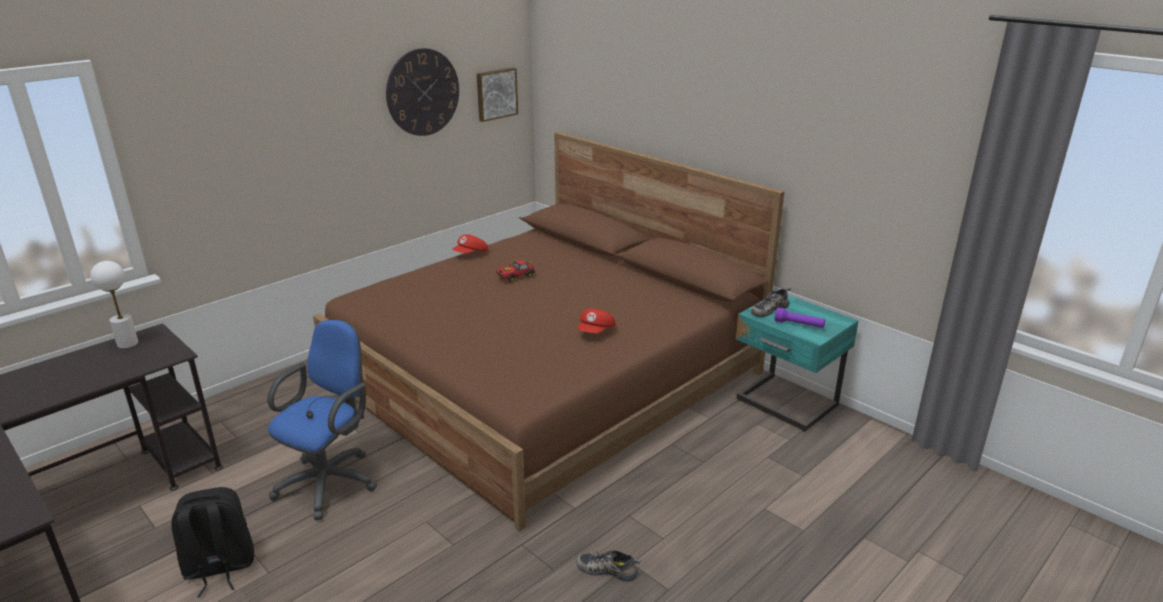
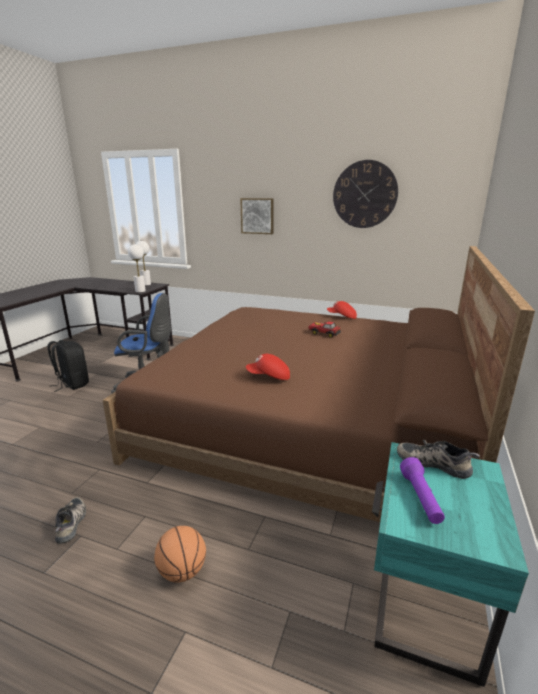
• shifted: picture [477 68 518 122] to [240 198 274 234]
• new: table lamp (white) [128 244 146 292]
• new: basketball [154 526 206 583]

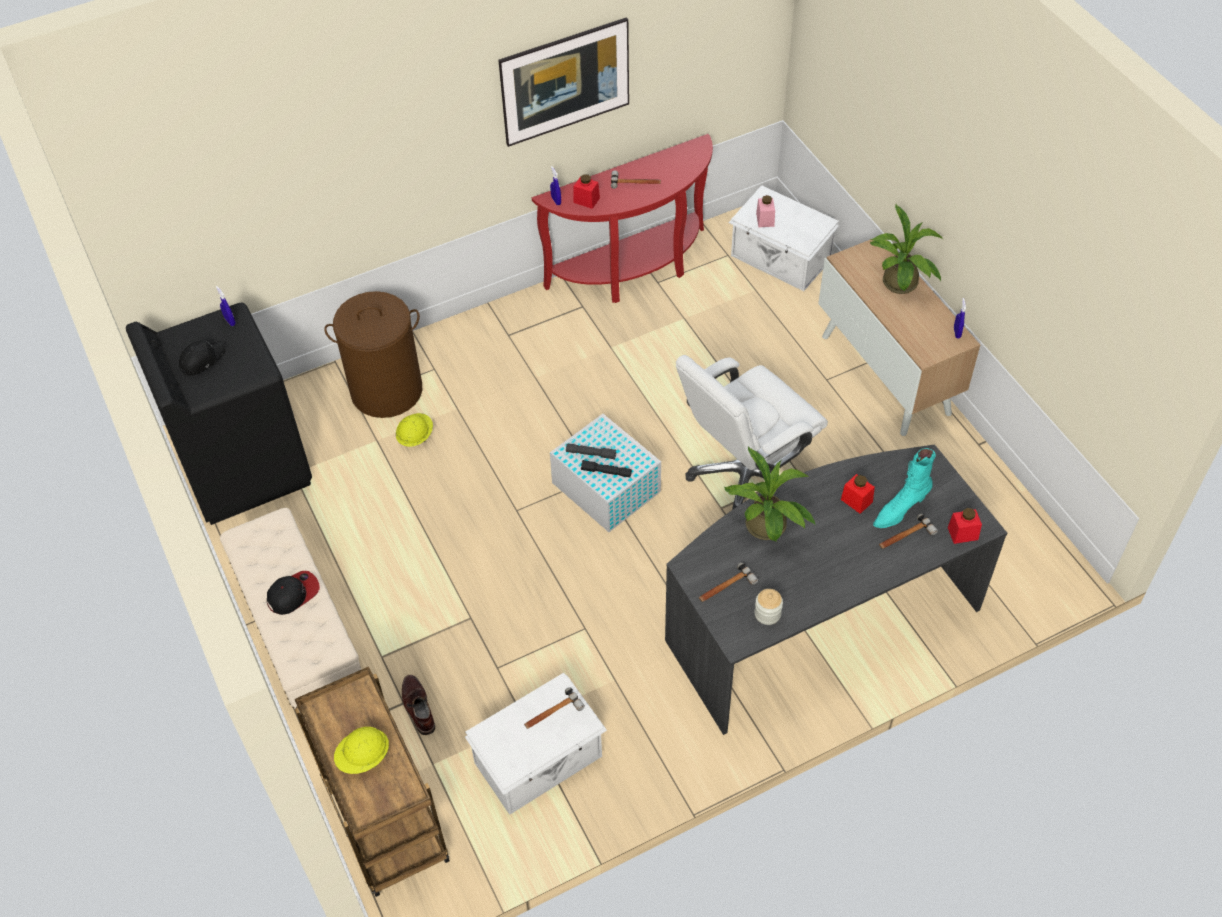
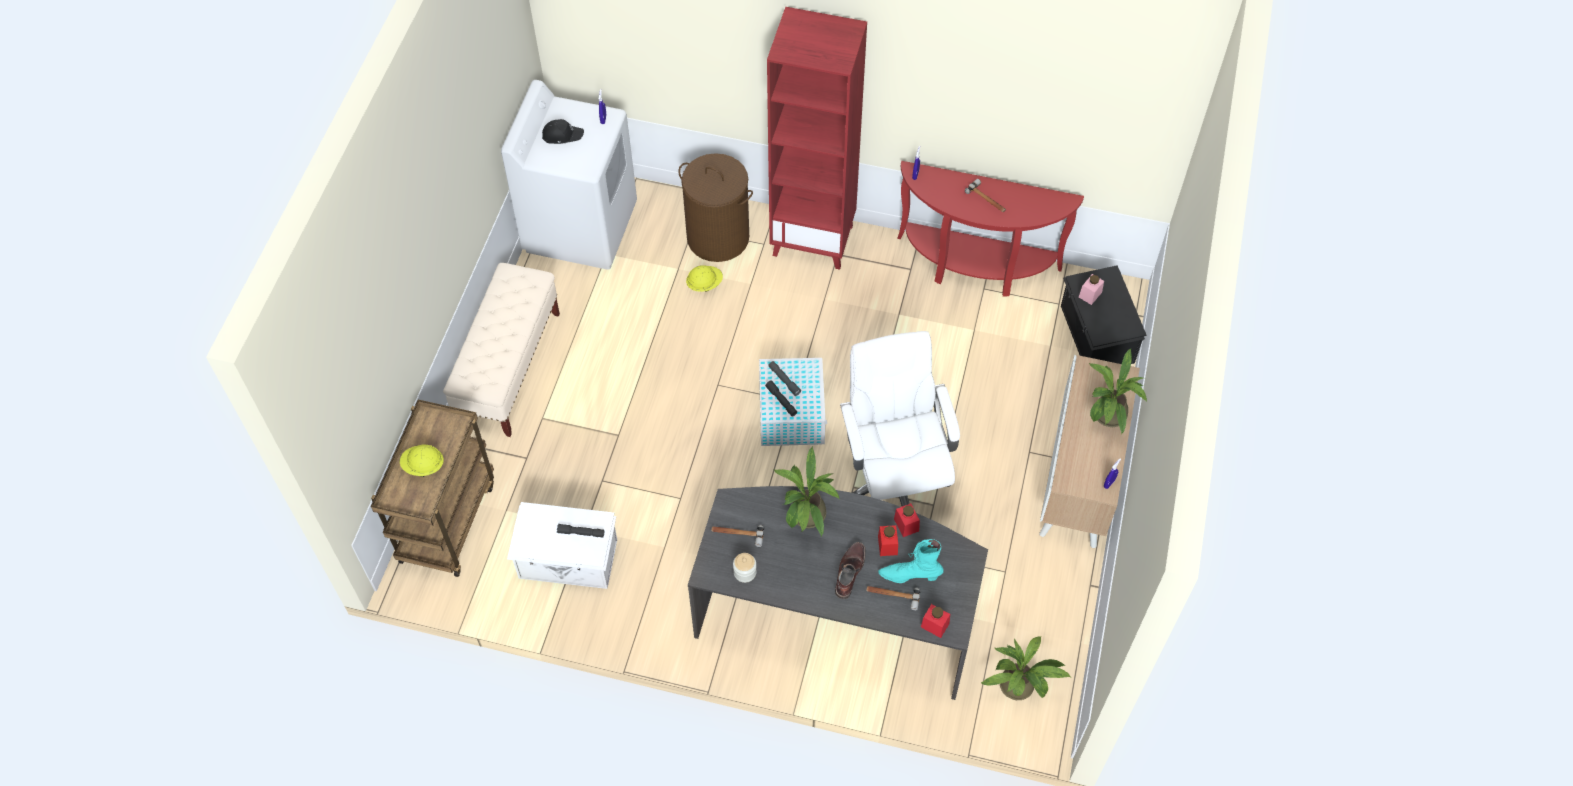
• repainted: washing machine (black) [126 302 312 525] to washing machine (white) [501 80 637 270]
• gone: cap [267 571 320 615]
• shifted: boot (brown) [402 675 435 735] to [835 542 866 599]
• gone: picture [498 17 629 147]
• swapped: hammer [524 687 585 729] to flashlight (black) [557 524 604 537]
• shifted: jar (red) [573 174 600 209] to [894 503 920 537]
• rotated: office chair (white) [676 355 828 510] = [840 331 960 506] 75 degrees clockwise
• repainted: storage box (white) [728 185 839 291] to storage box (black) [1061 265 1146 364]
• new: bookcase (red) [767 7 867 270]
• new: potted plant [980 637 1070 700]

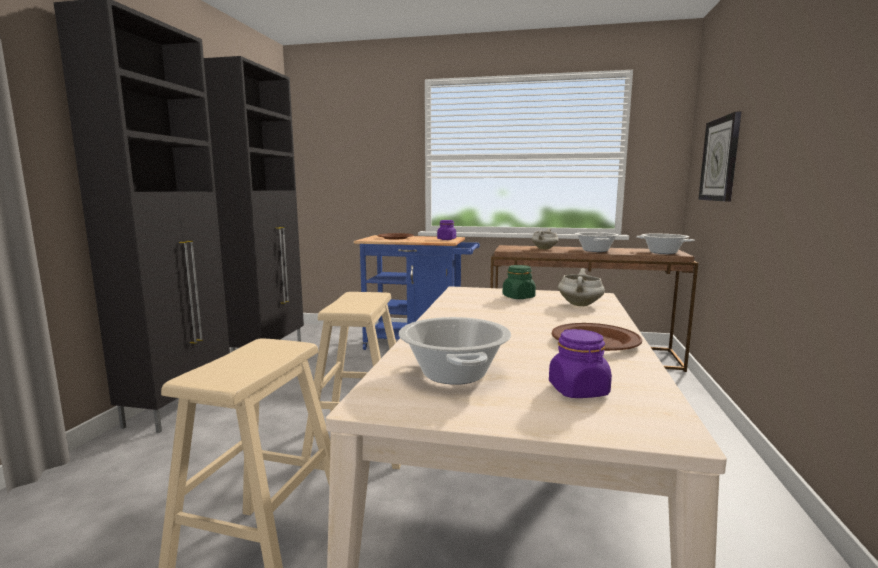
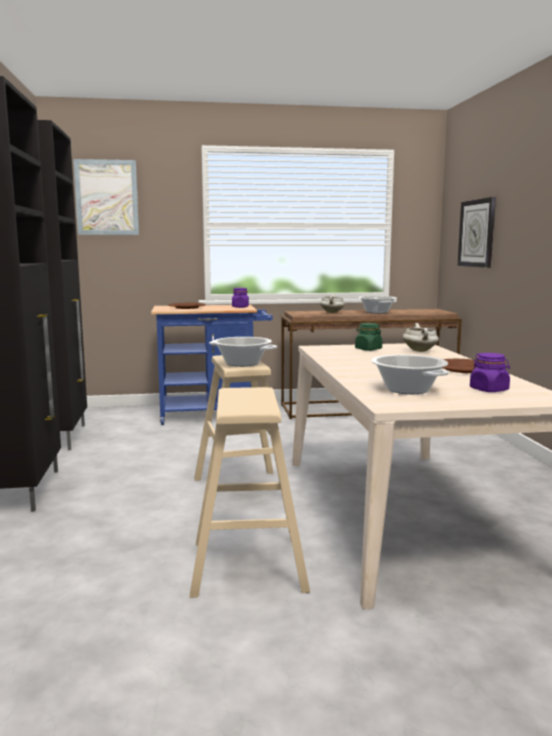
• shifted: cooking pot [636 234 695 254] to [209 337 277 367]
• new: picture [73 159 139 235]

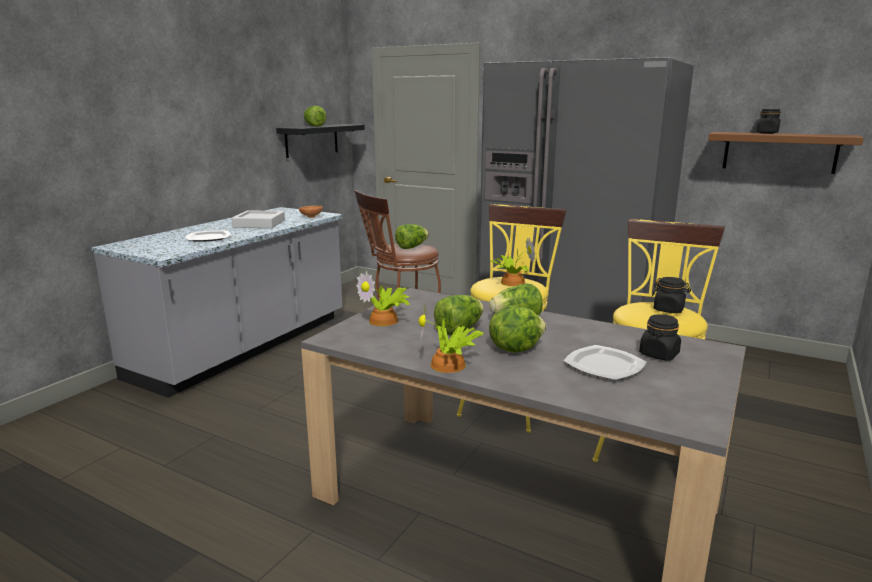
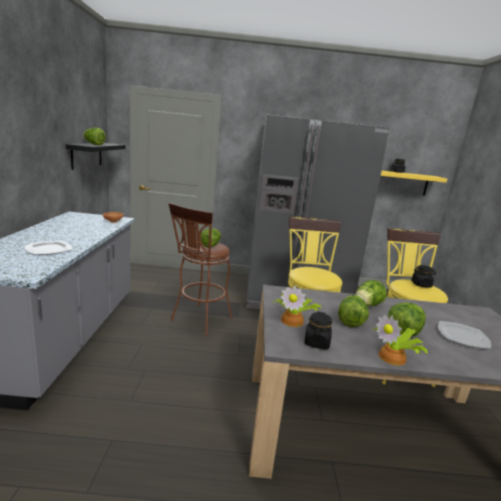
• gone: tray (grey) [231 210 285 228]
• gone: potted plant [491 237 535 286]
• shifted: jar (black) [639 314 681 361] to [304 312 332 349]
• repainted: shelf (brown) [708 132 864 174] to shelf (yellow) [381 171 447 196]

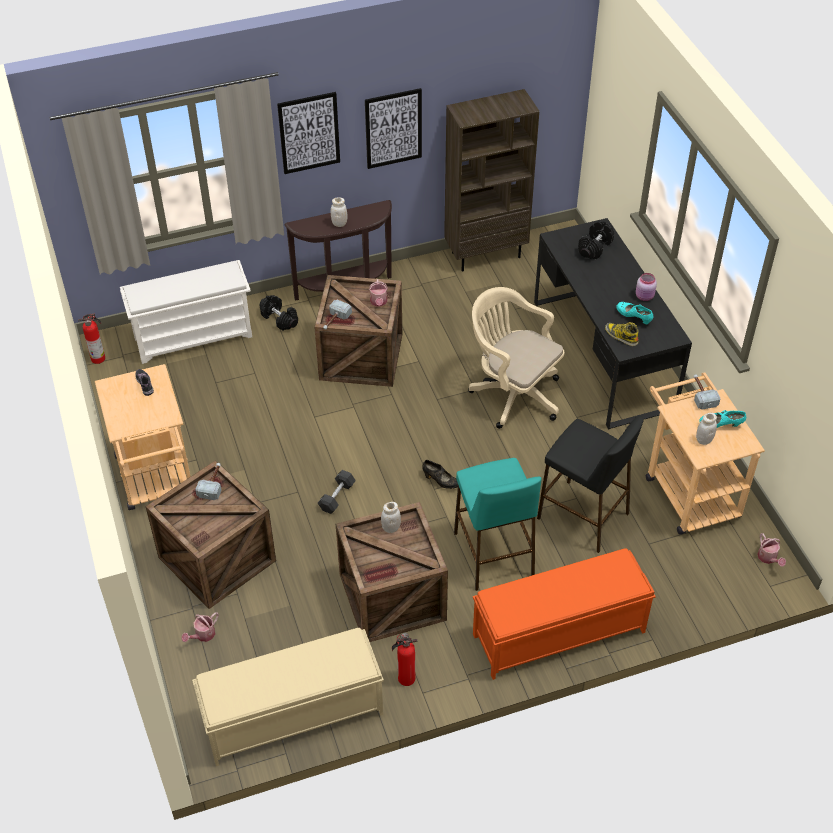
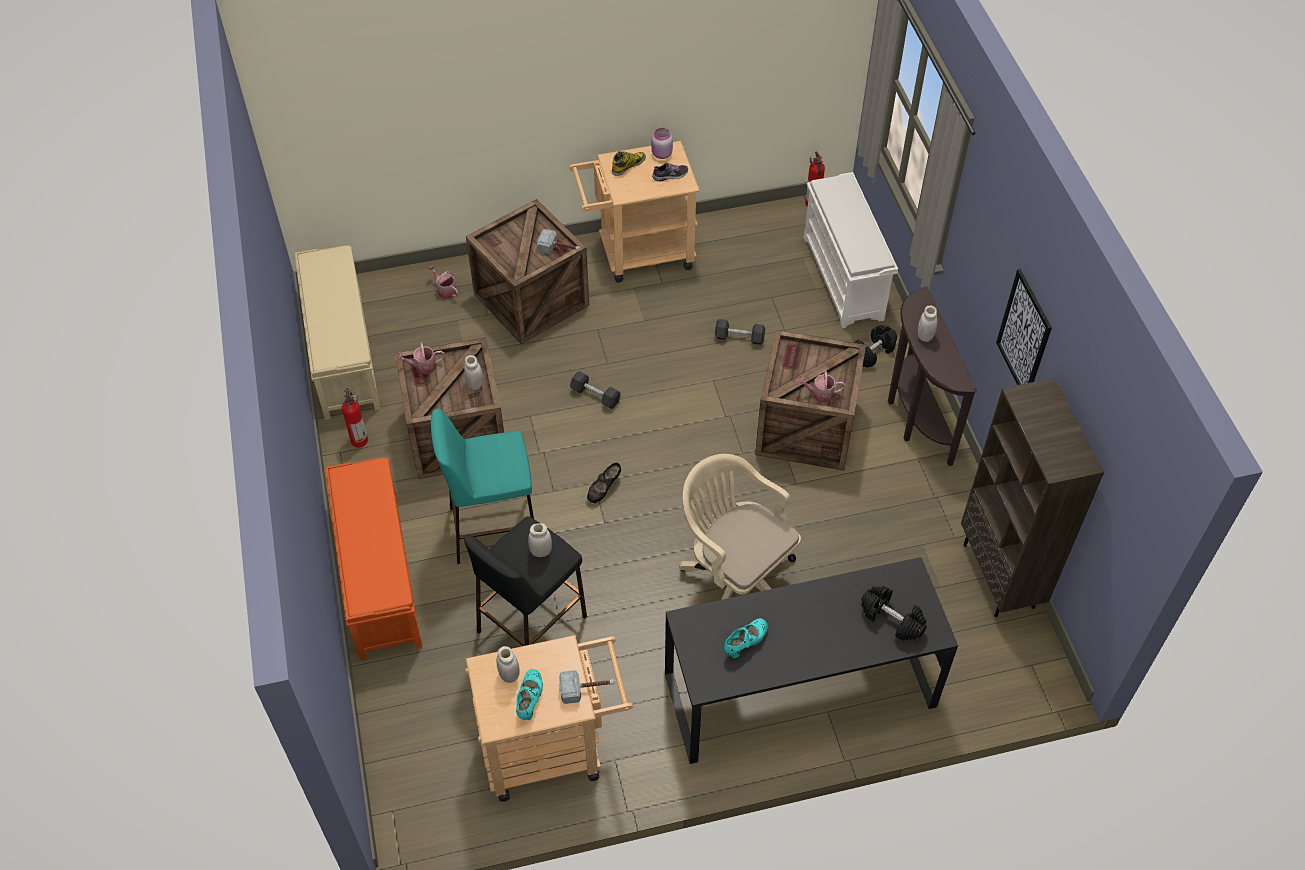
• gone: picture [277 92 340 174]
• gone: hammer [323 300 352 329]
• rotated: office chair (beige) [468 287 564 429] = [679 454 801 600] 90 degrees counterclockwise
• shifted: boot [605 322 639 346] to [612 151 646 176]
• shifted: jar (pink) [636 273 657 301] to [652 128 673 159]
• shifted: watering can [757 533 786 567] to [395 342 445 374]
• new: jar (white) [528 523 552 557]
• new: dumbbell (black) [715 319 765 345]

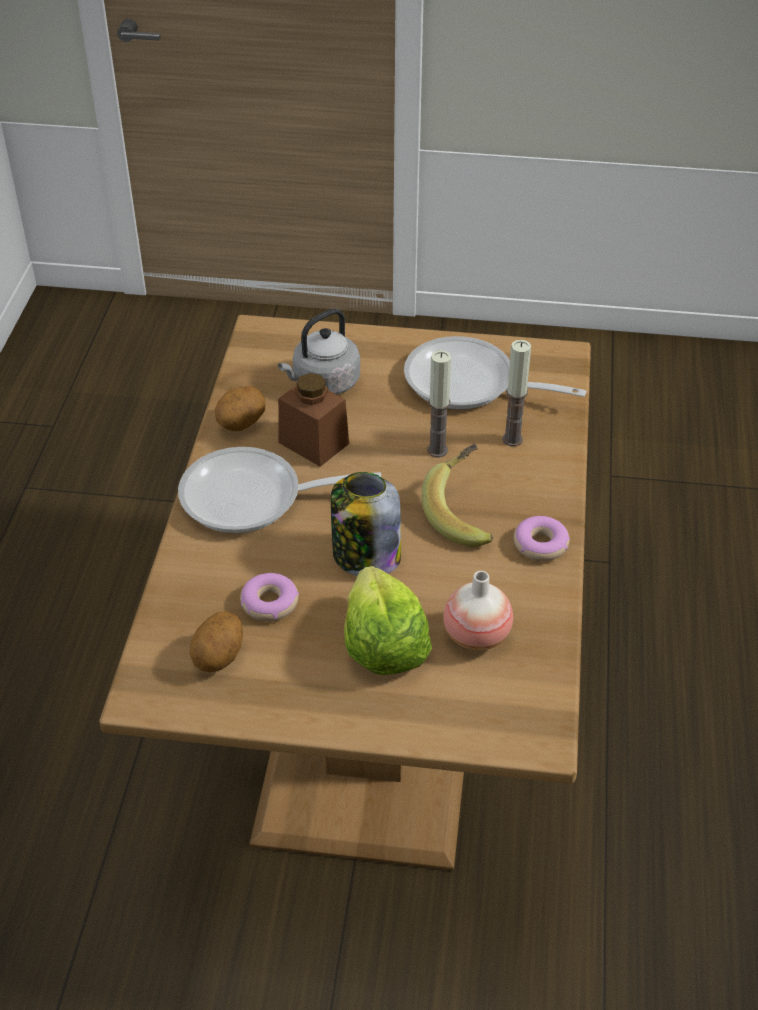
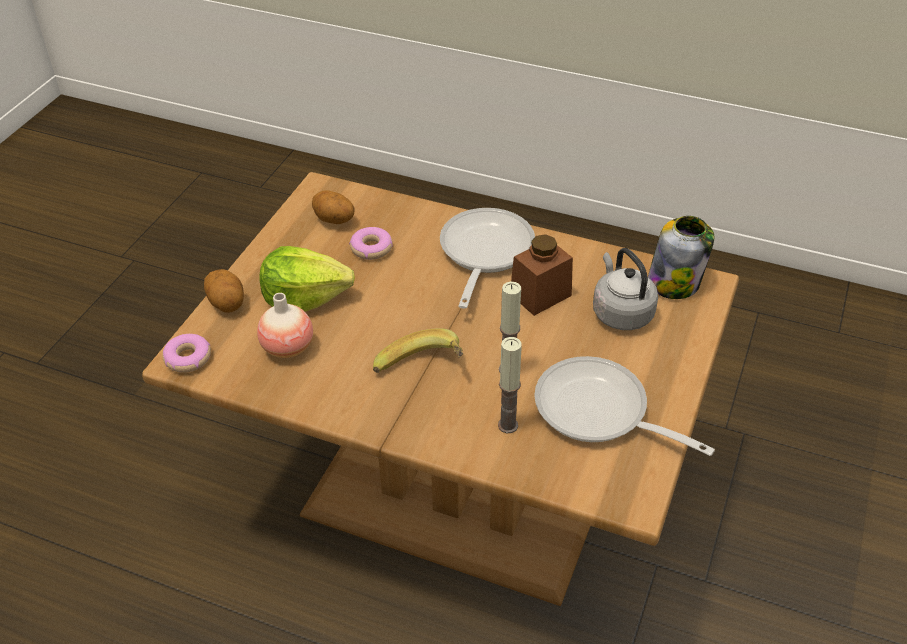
• shifted: potato [215 386 265 431] to [204 269 244 313]
• shifted: jar [331 472 401 576] to [648 216 714 299]
• rotated: frying pan [404 336 586 410] = [534 356 715 456] 90 degrees counterclockwise
• shifted: donut [514 516 570 561] to [162 334 211 373]

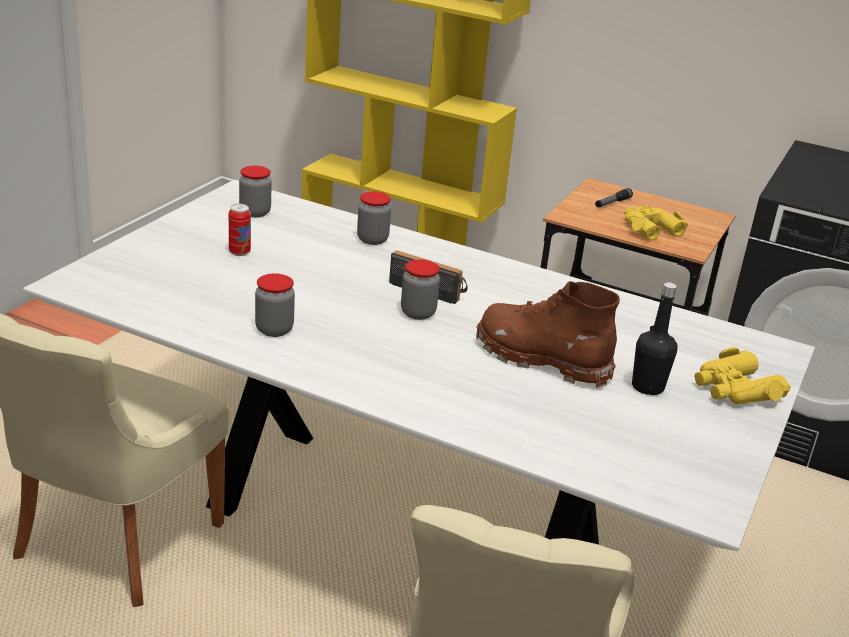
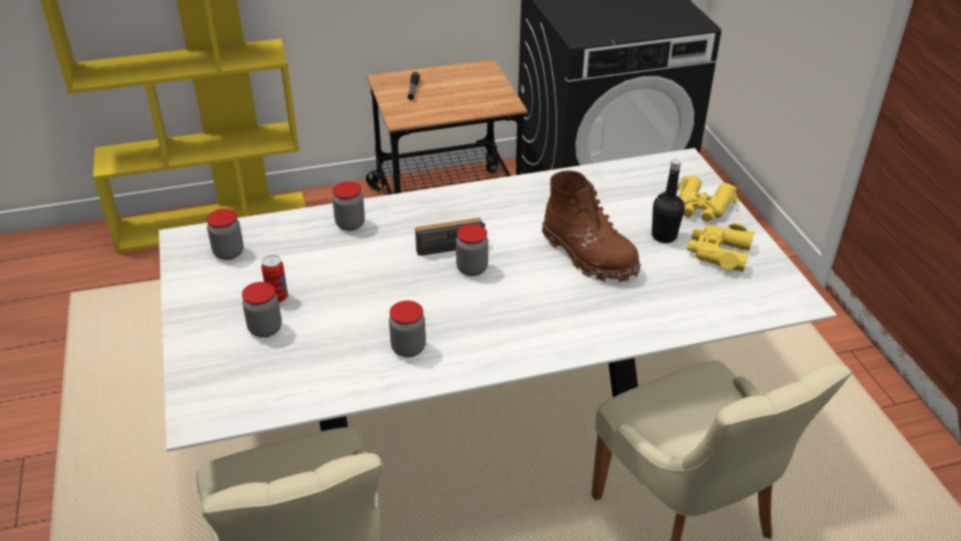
• rotated: boot (brown) [476 281 620 388] = [542 170 641 282] 120 degrees counterclockwise
• shifted: binoculars (yellow) [624 205 688 241] to [687 223 755 272]
• new: jar [242 282 282 338]

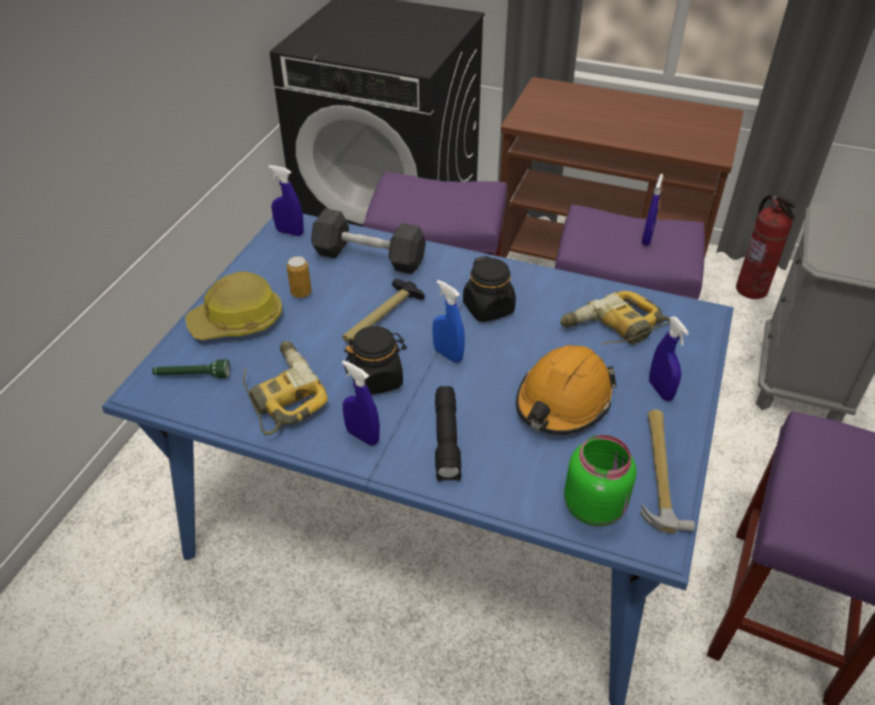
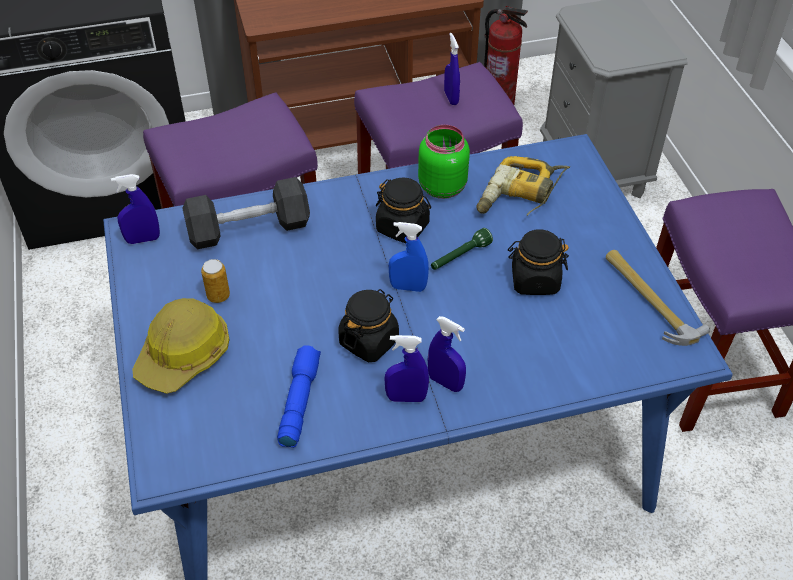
• shifted: flashlight (green) [152 359 230 378] to [431 228 493 270]
• swapped: power drill [243 341 328 436] to flashlight (blue) [277 345 321 448]
• gone: hammer [342 279 425 343]
• gone: flashlight (black) [435 386 461 481]
• swapped: hard hat (orange) [516 345 617 435] to jar (black) [508 229 569 295]
• shifted: jar (green) [564 435 636 526] to [418 125 470 199]
• shifted: spray bottle (blue) [649 316 689 401] to [428 316 466 392]

